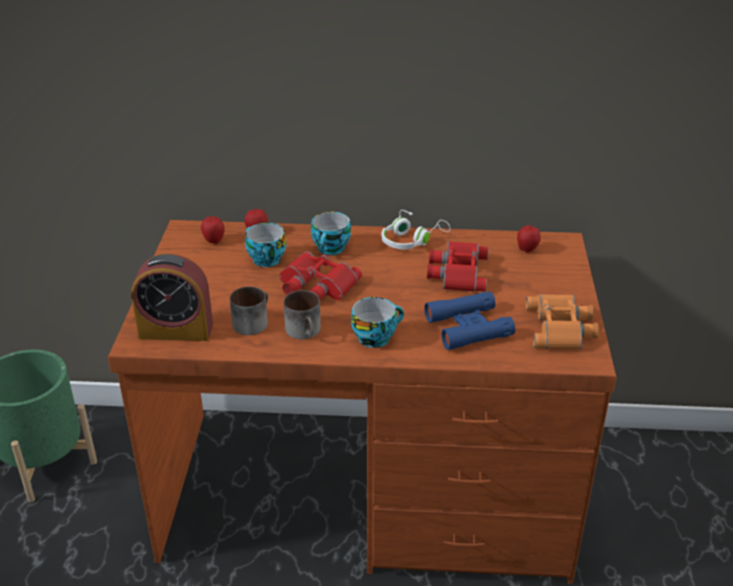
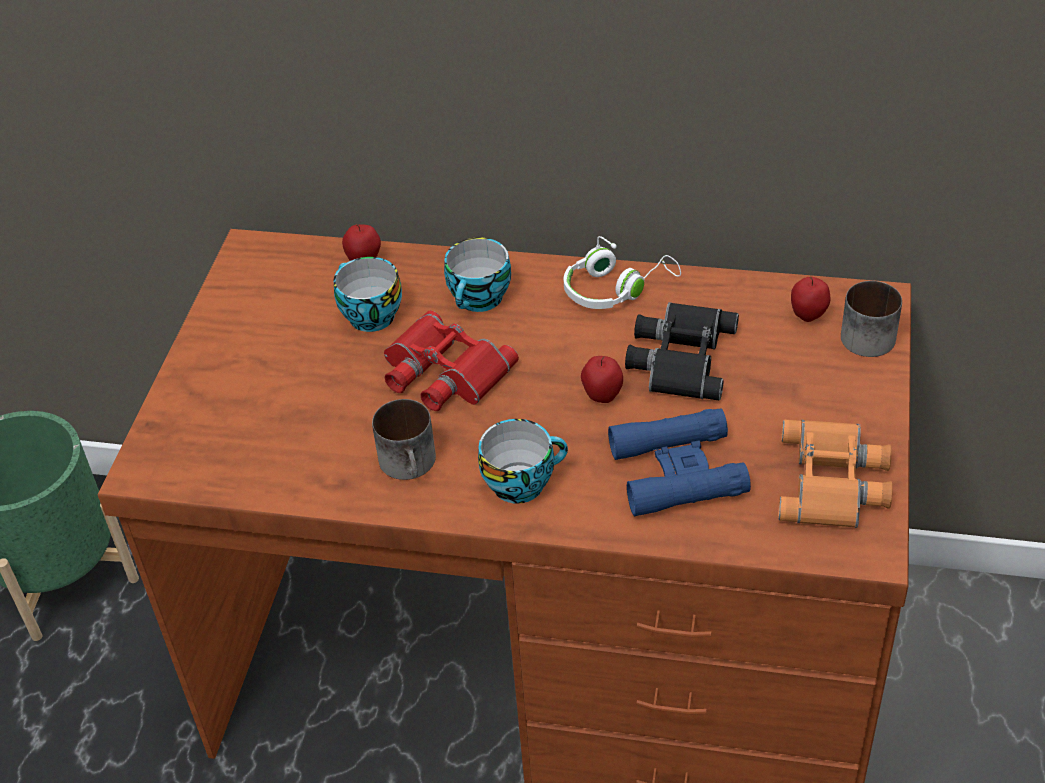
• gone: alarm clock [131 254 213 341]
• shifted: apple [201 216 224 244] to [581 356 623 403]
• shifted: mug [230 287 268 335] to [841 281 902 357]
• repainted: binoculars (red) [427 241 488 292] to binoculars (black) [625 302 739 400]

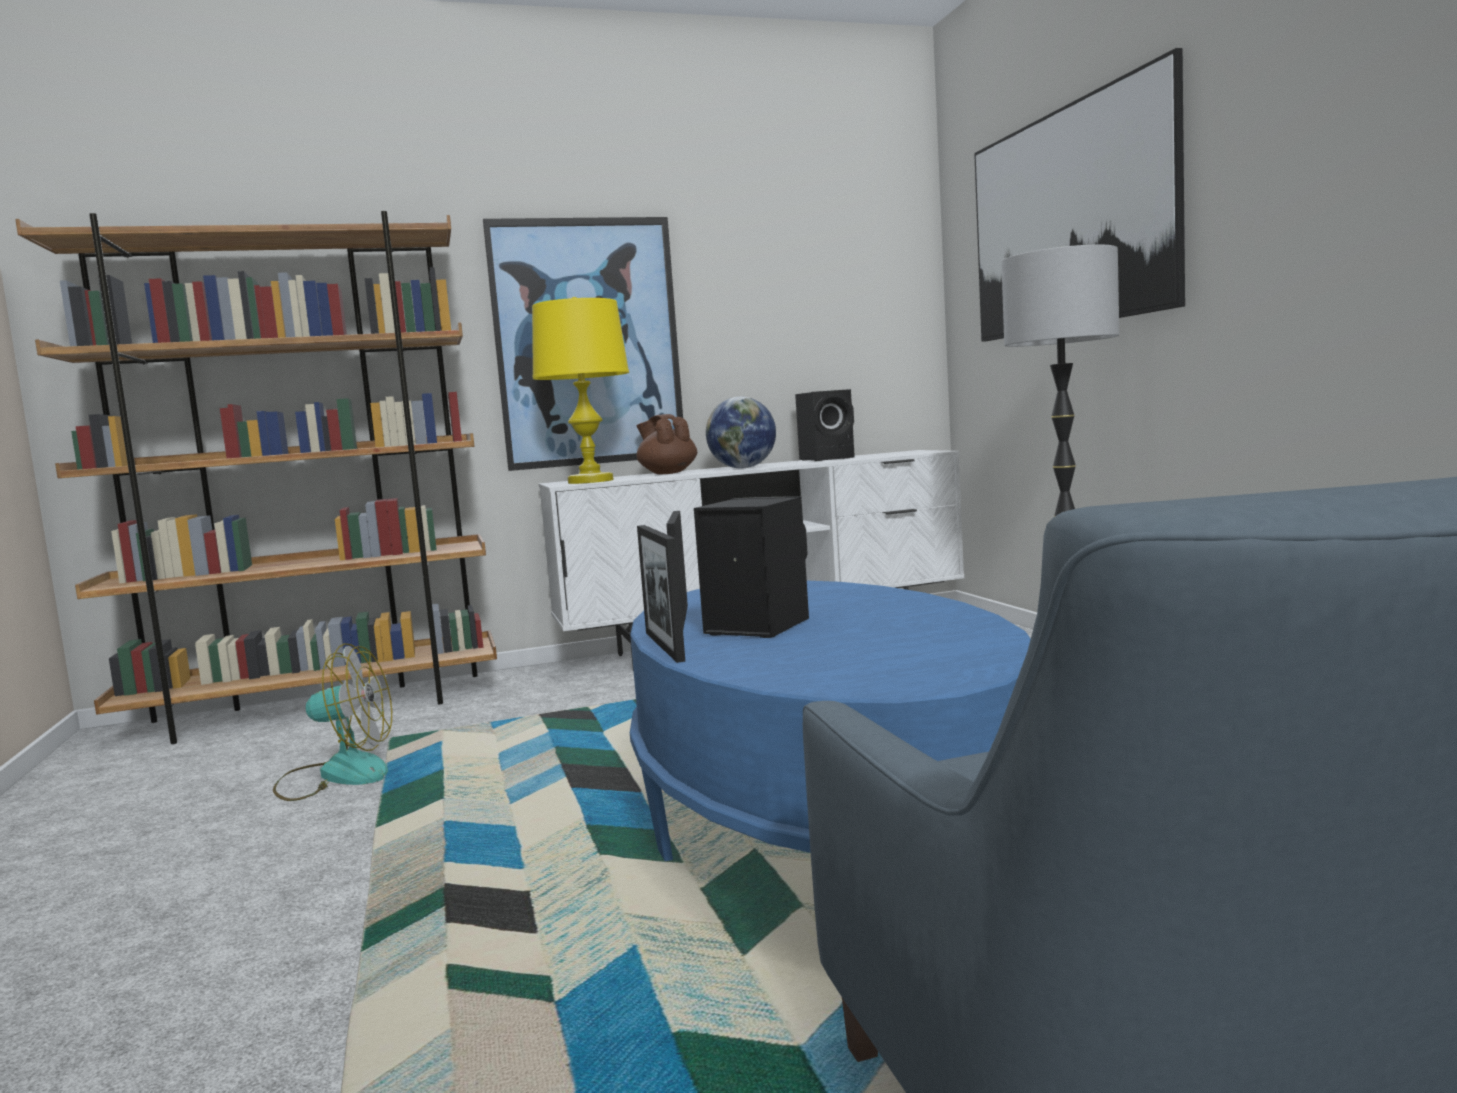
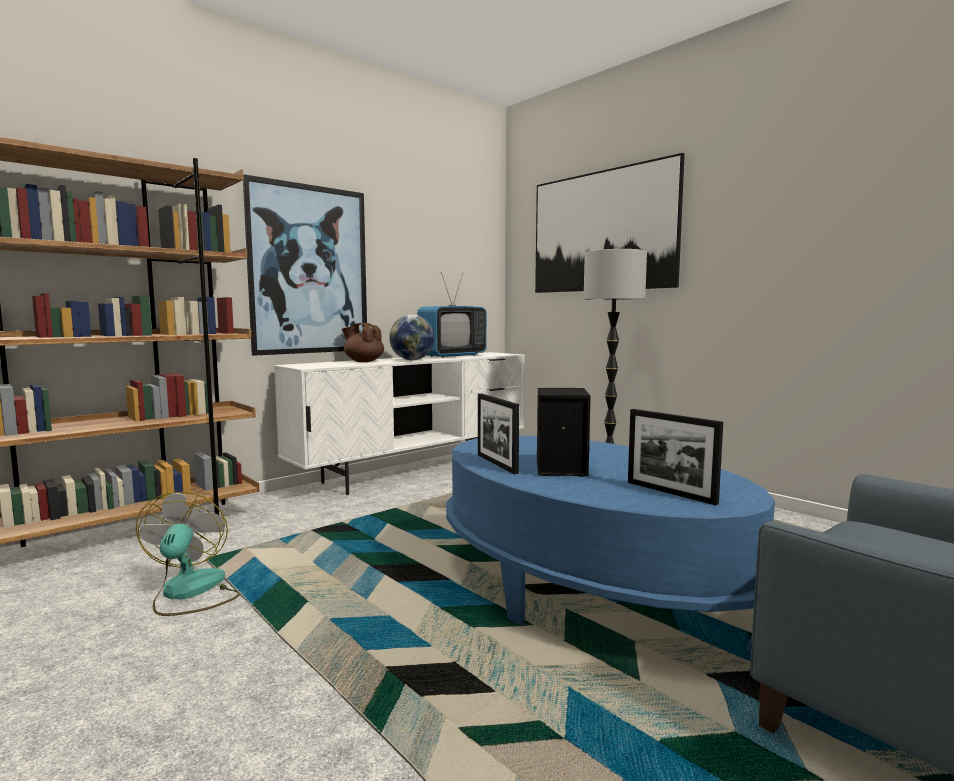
• rotated: fan [273 643 392 801] = [136 492 240 616] 75 degrees counterclockwise
• gone: table lamp (yellow) [532 297 629 484]
• shifted: picture frame [637 525 685 663] to [628 409 723 505]
• swapped: speaker (black) [795 389 855 461] to television [417 272 487 358]

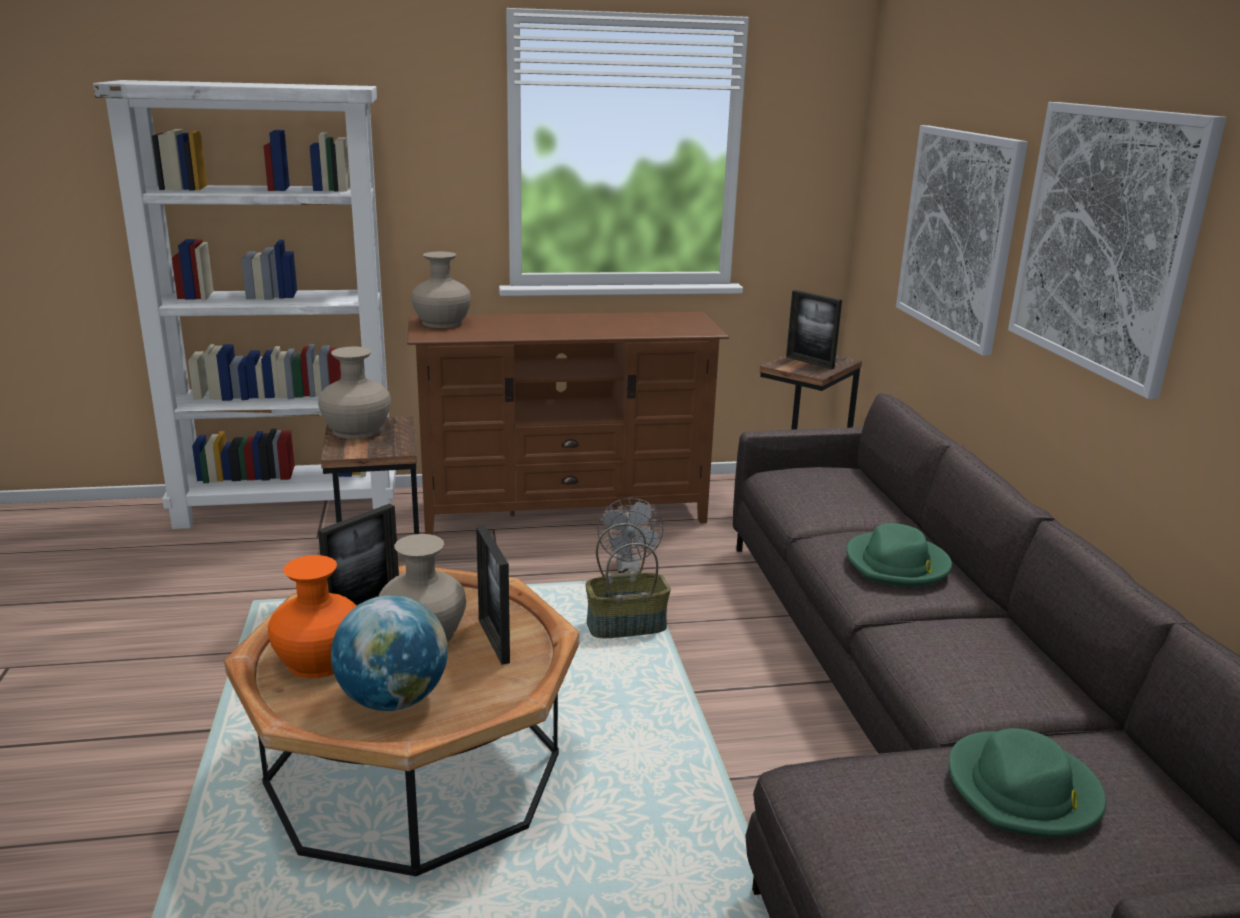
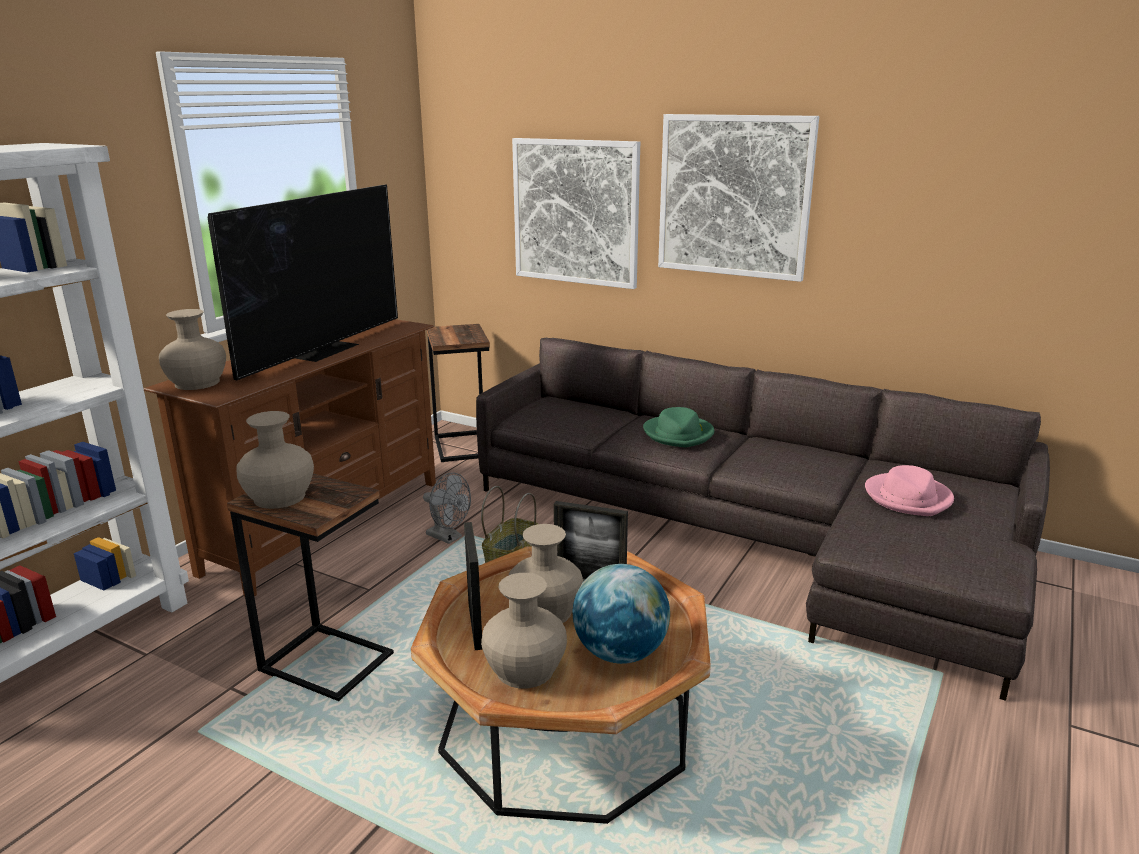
• repainted: vase (orange) [268 555 357 678] to vase (beige) [481 573 567 689]
• gone: picture frame [786 290 842 369]
• repainted: hat (green) [949 728 1106 837] to hat (pink) [865 465 954 516]
• new: television [208 184 398 380]

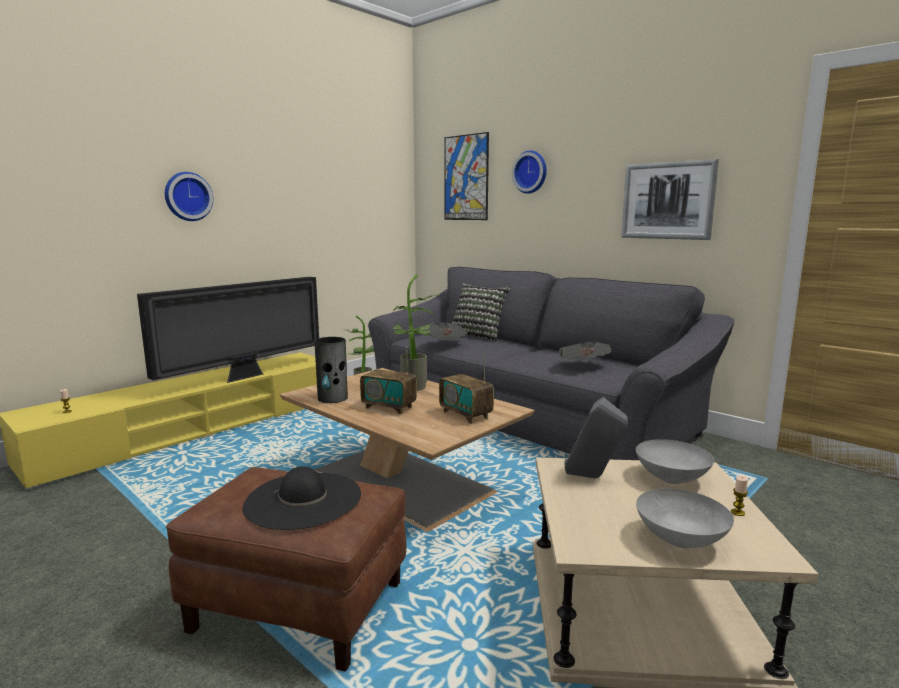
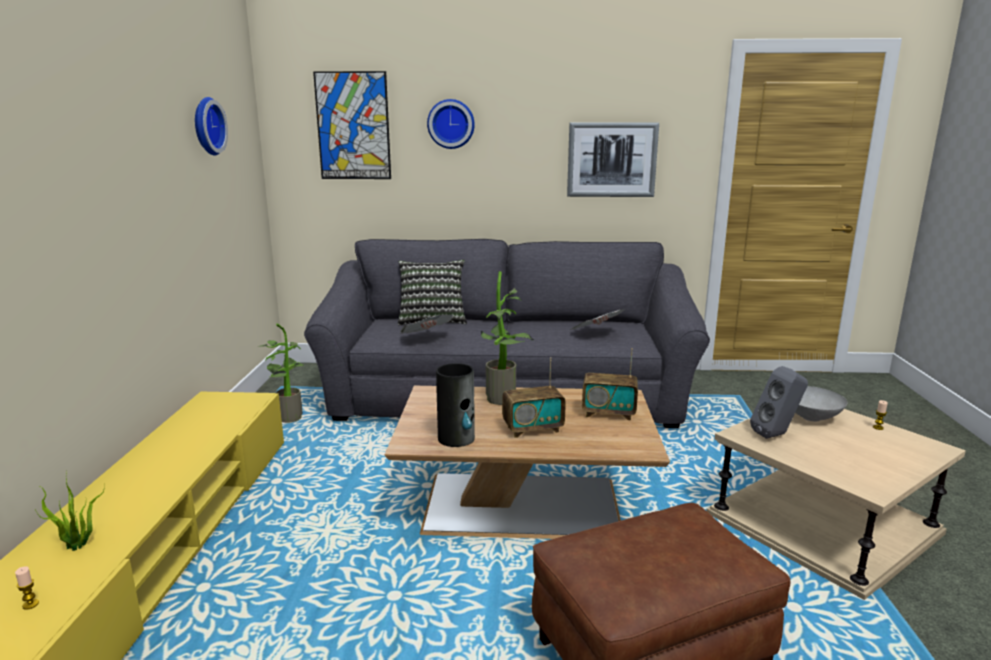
• gone: television [137 277 319 383]
• shifted: wall clock [165 172 213 221] to [195 97 228 156]
• gone: hat (black) [242 466 361 530]
• gone: bowl (grey) [636 488 734 548]
• new: potted plant [35 471 105 551]

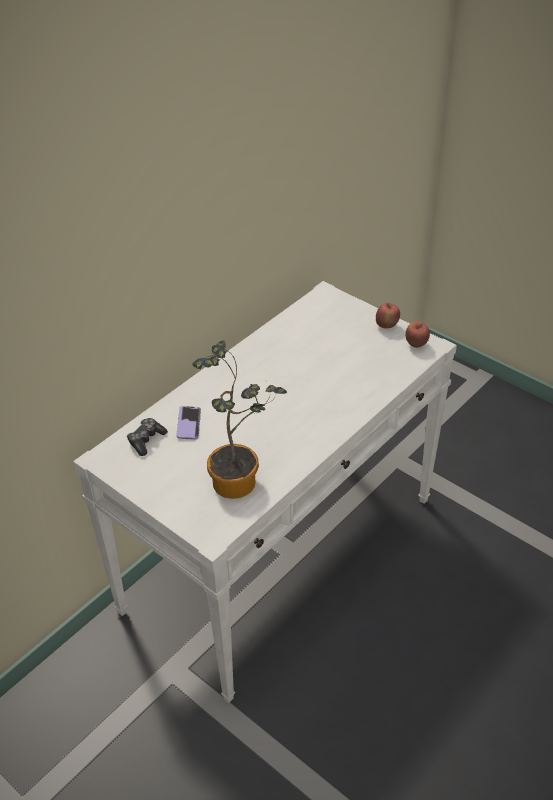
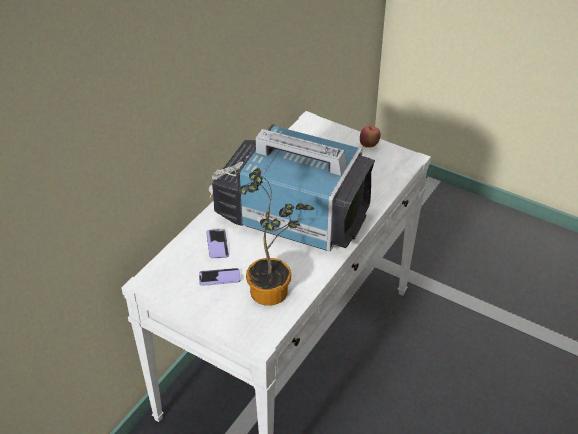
• gone: game controller [127 418 168 456]
• gone: apple [405 321 430 348]
• new: phone [199 268 241 286]
• new: television [209 124 375 251]

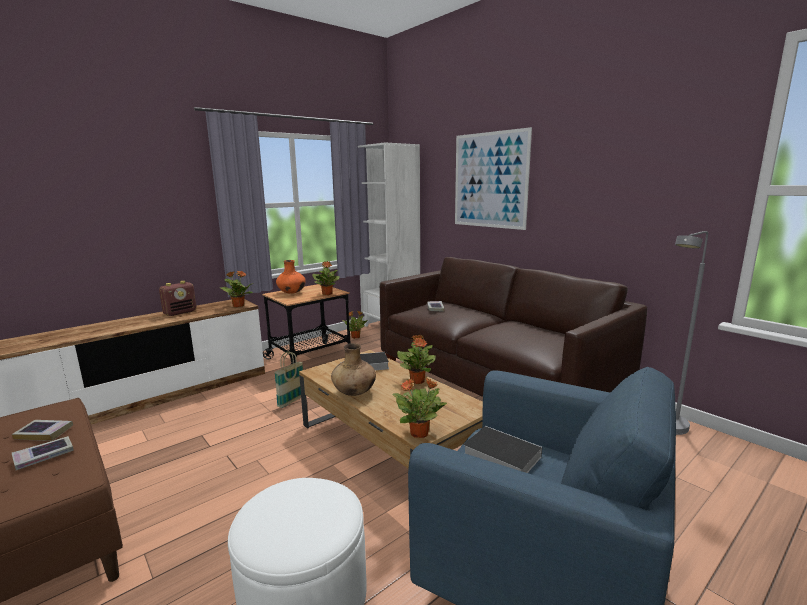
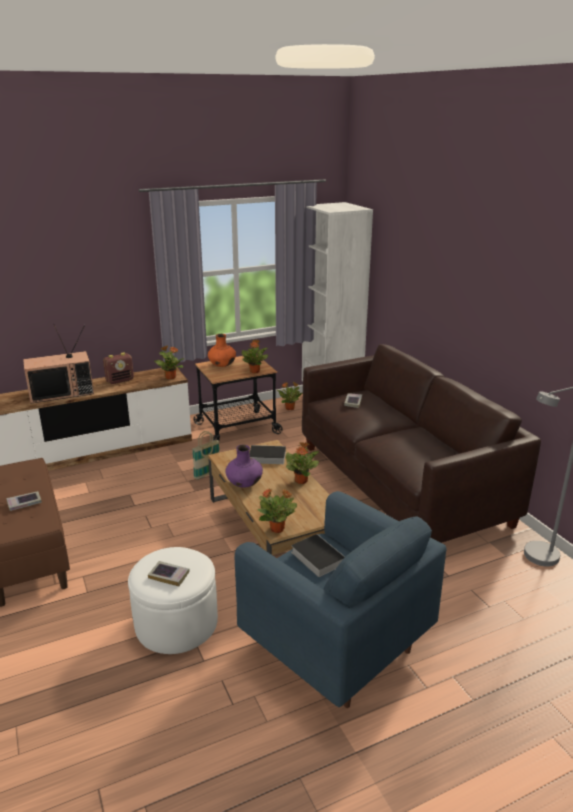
• shifted: book [12 420 73 441] to [148 561 190 586]
• repainted: vase (brown) [331 343 376 396] to vase (purple) [225 445 263 488]
• gone: picture [455 127 532 230]
• new: television [23 324 94 404]

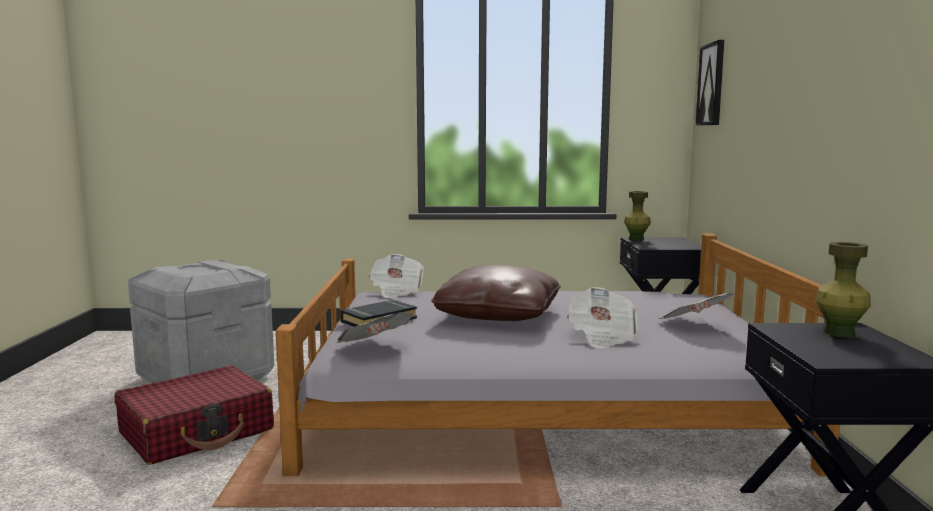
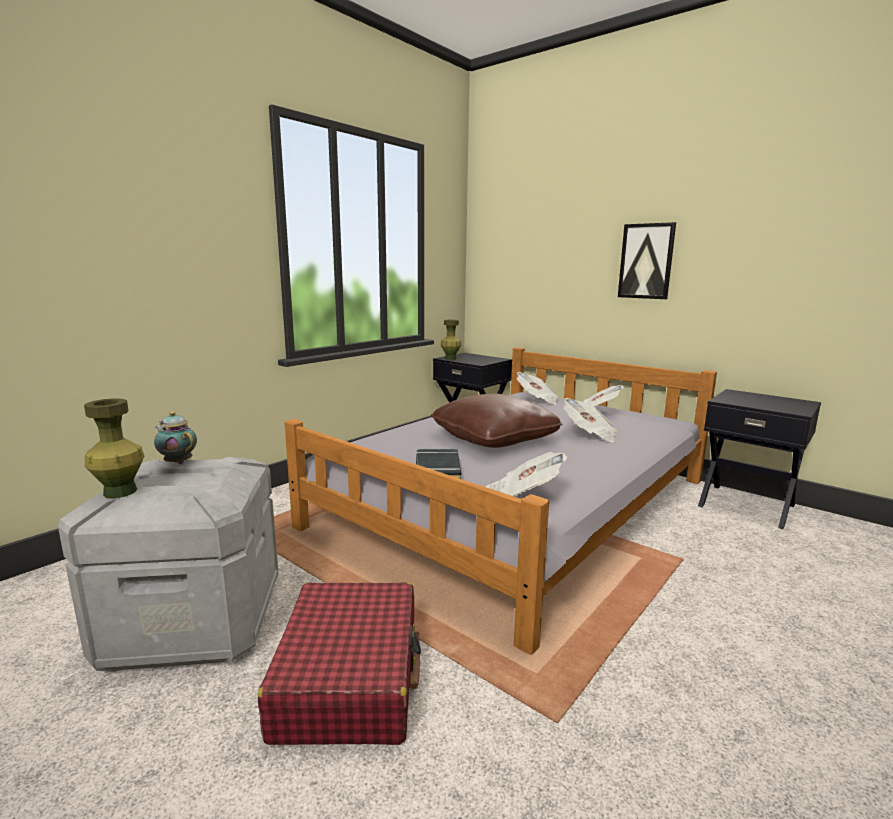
• shifted: newspaper [369 254 424 298] to [517 372 559 405]
• shifted: picture [695 40 724 126] to [618 222 676 299]
• shifted: vase (green) [816 242 871 337] to [84 398 144 498]
• new: teapot [154 411 197 464]

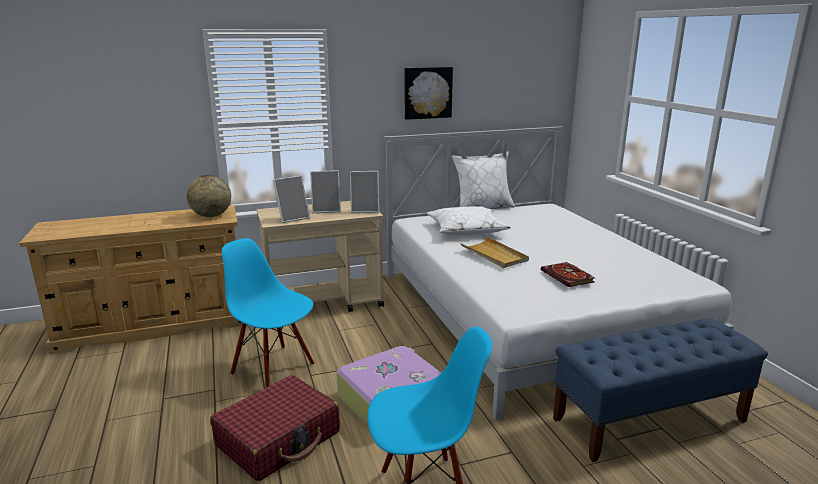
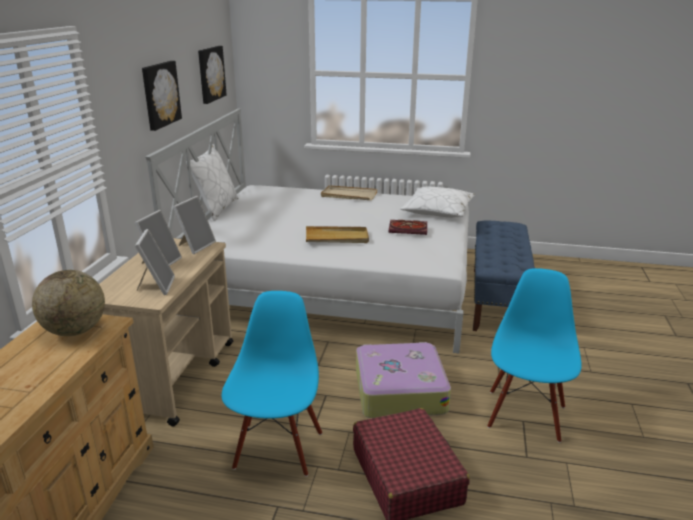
• rotated: chair (blue) [222 238 314 388] = [222 291 322 477] 120 degrees clockwise
• shifted: pillow (white) [427 206 511 235] to [400 187 475 218]
• new: picture [198 46 227 104]
• new: tray (beige) [321 185 377 200]

